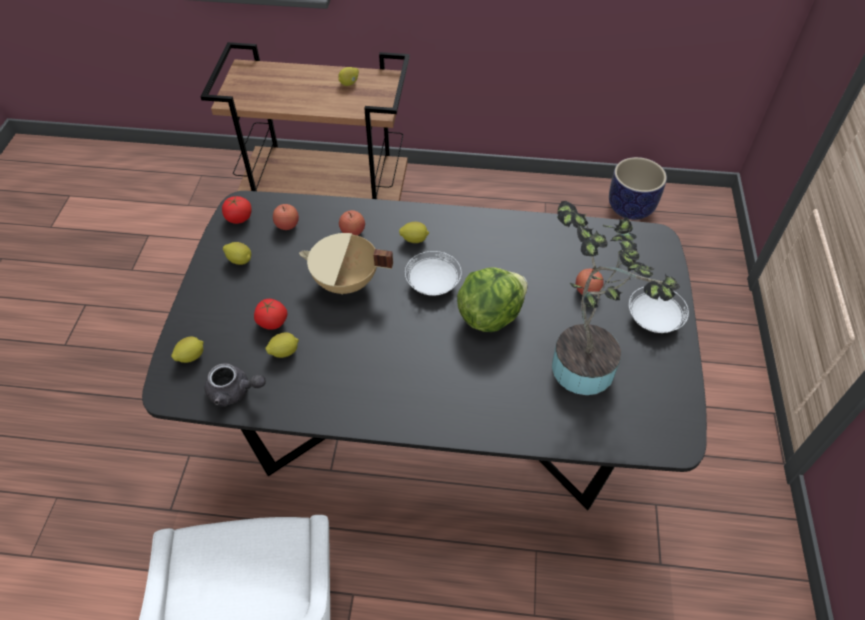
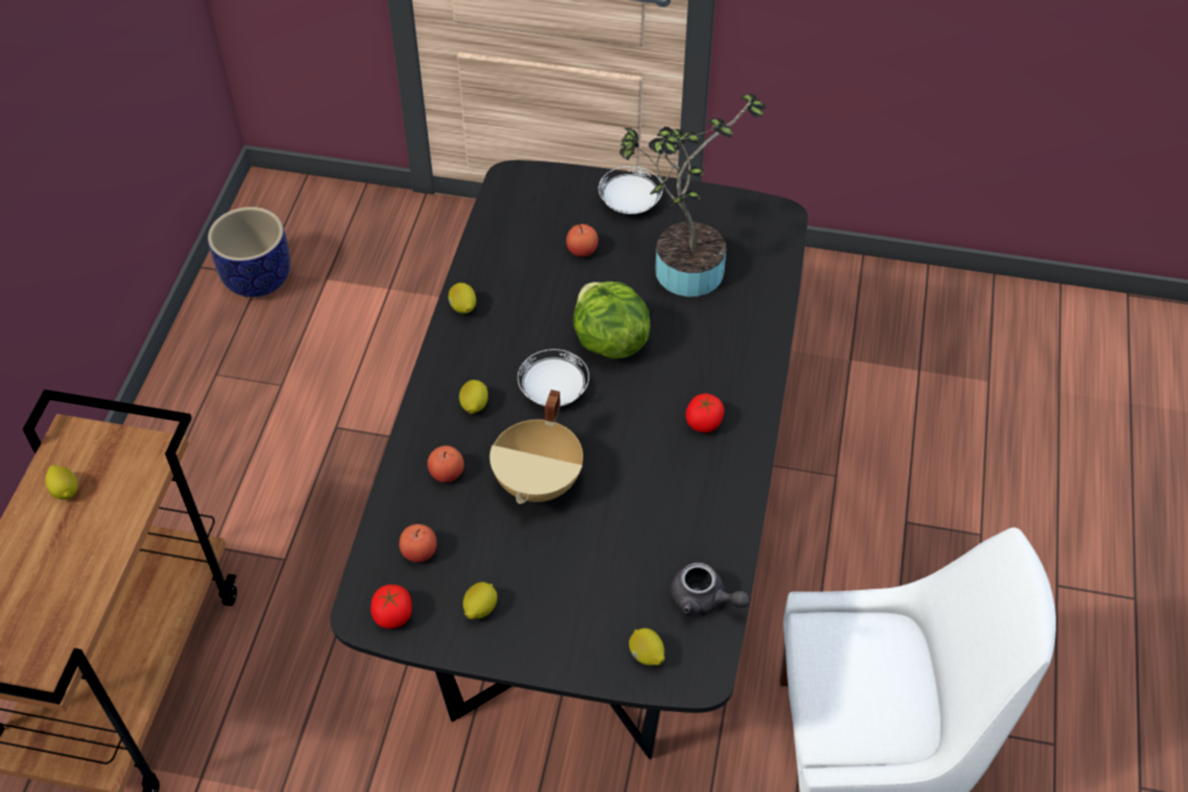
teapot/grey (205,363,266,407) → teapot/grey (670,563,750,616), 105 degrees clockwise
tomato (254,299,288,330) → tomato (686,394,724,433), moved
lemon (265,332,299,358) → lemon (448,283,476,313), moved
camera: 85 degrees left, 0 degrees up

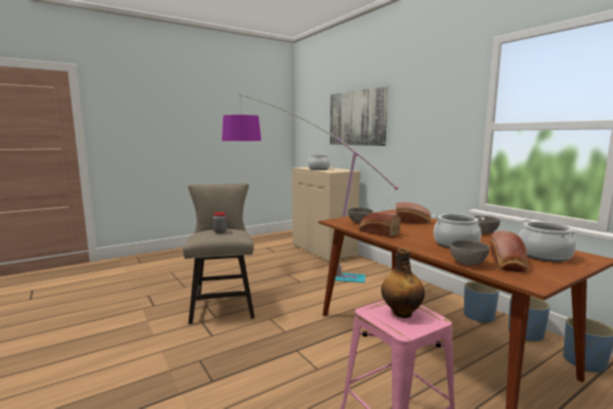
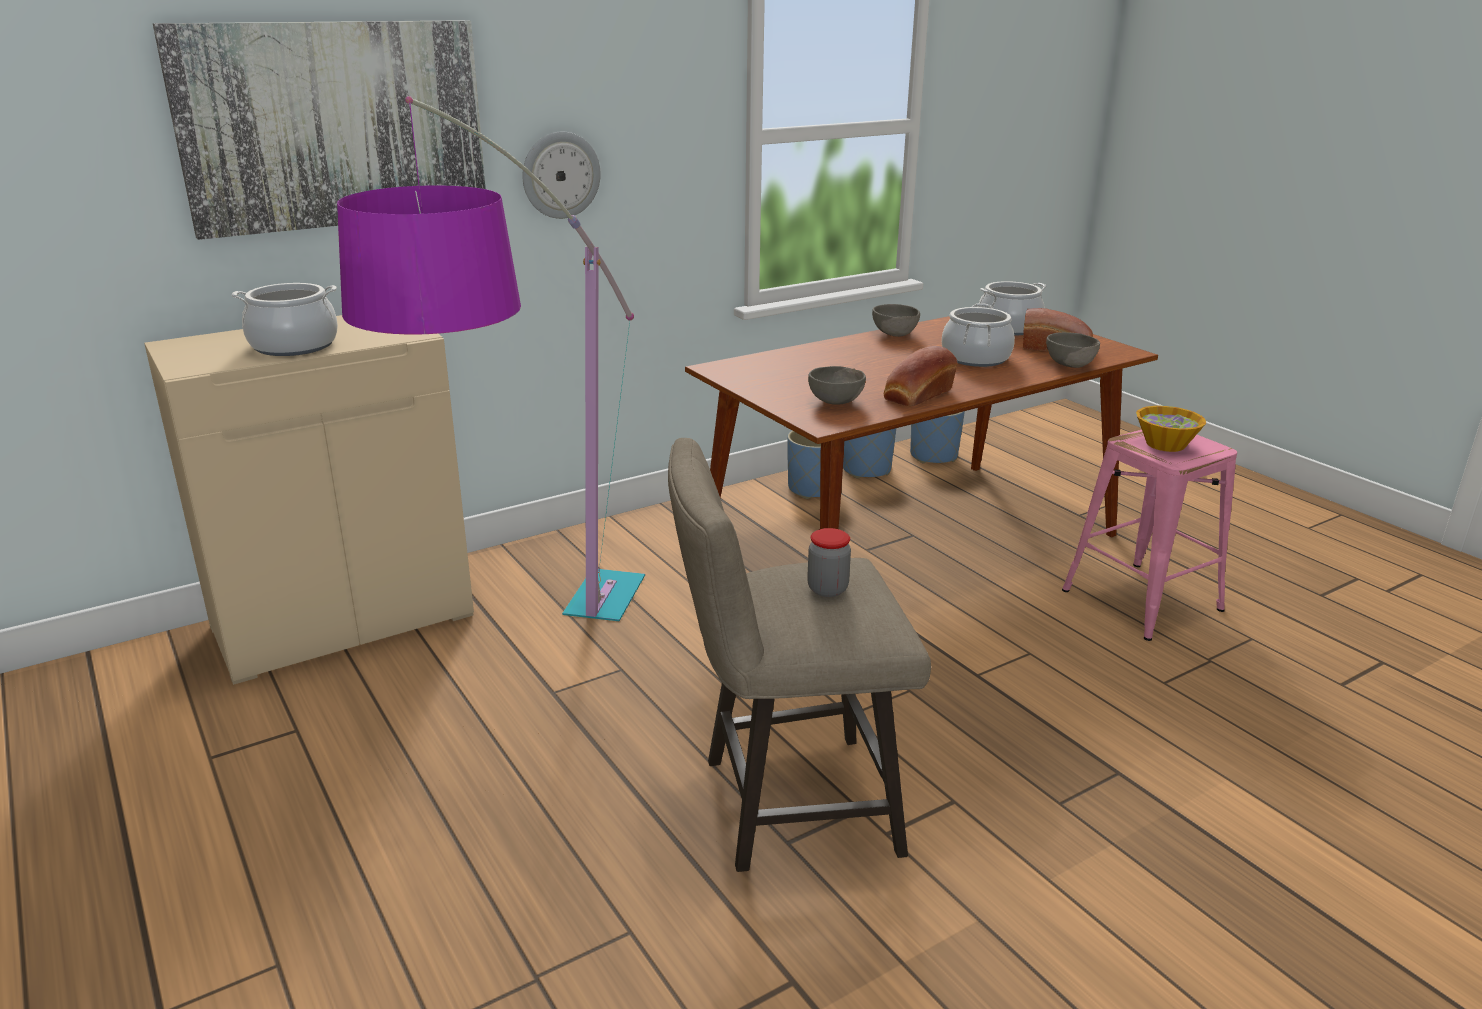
bottle (381,248,425,318) → bowl (1136,406,1206,452)
bread (396,202,431,224) → -
- → wall clock (522,132,601,219)
camera: 90 degrees left, 15 degrees up

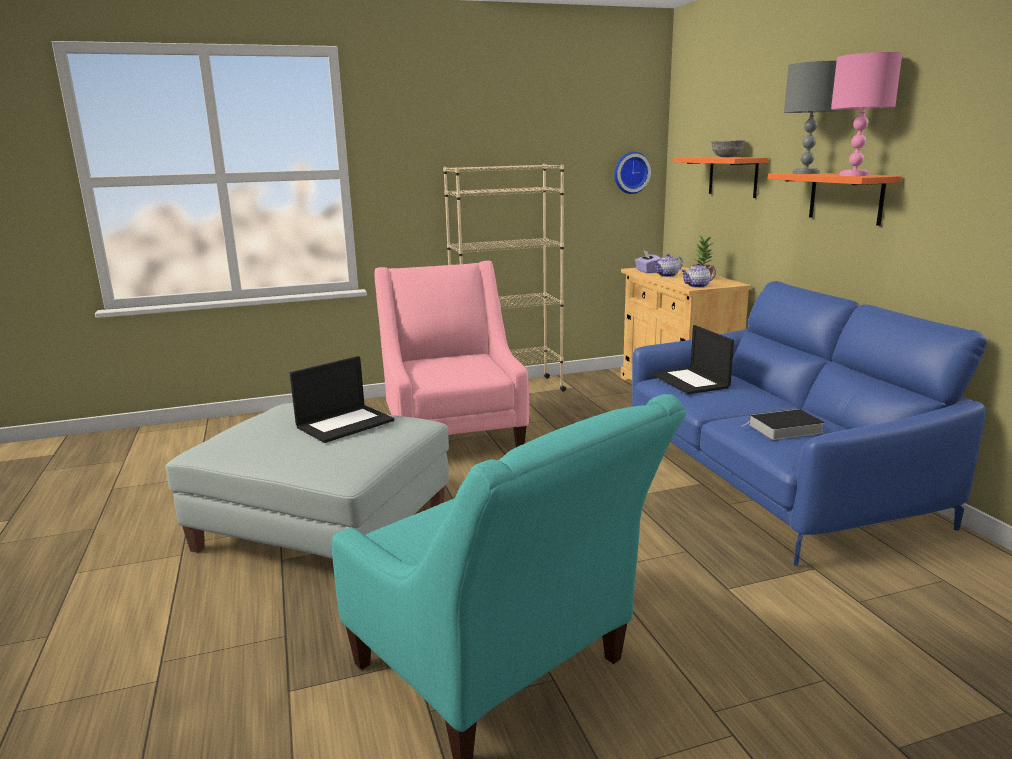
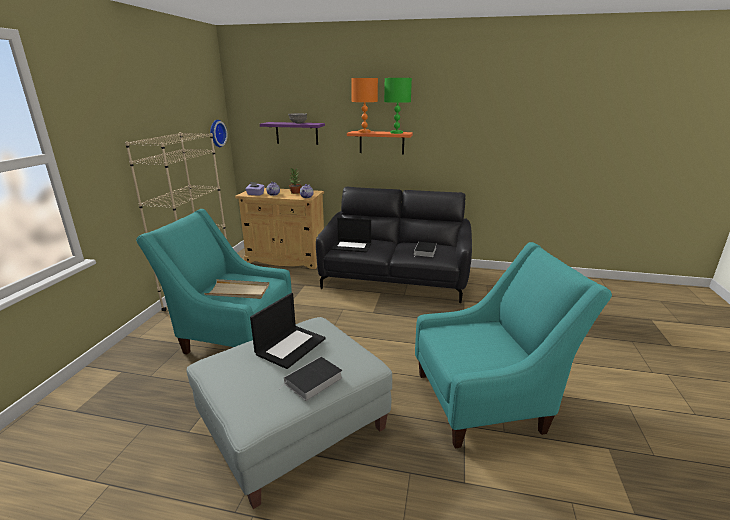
laptop (290,356,394,443) → laptop (250,293,326,369), 45 degrees clockwise
armchair/pink (374,261,529,447) → armchair/turquoise (136,209,292,355)
sofa/blue (632,281,987,566) → sofa/black (316,187,472,303)
shelf/orange (674,157,769,198) → shelf/purple (260,122,325,145)
table lamp/grey (784,61,841,174) → table lamp/orange (351,78,378,133)
table lamp/pink (831,52,902,176) → table lamp/green (384,78,412,134)
- → tray/beige (204,279,269,299)
- → book (278,357,342,401)
camera: 60 degrees left, 5 degrees up

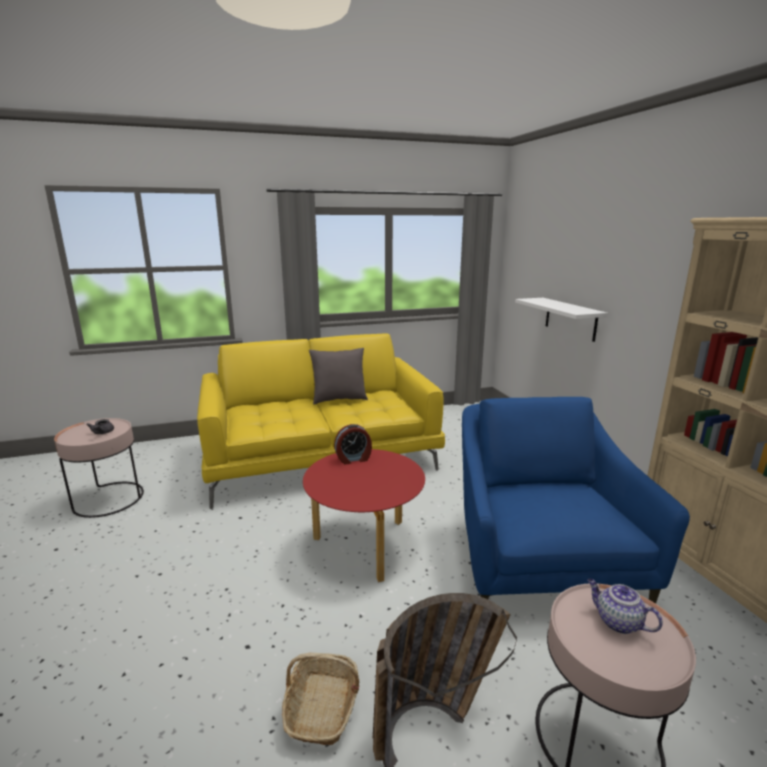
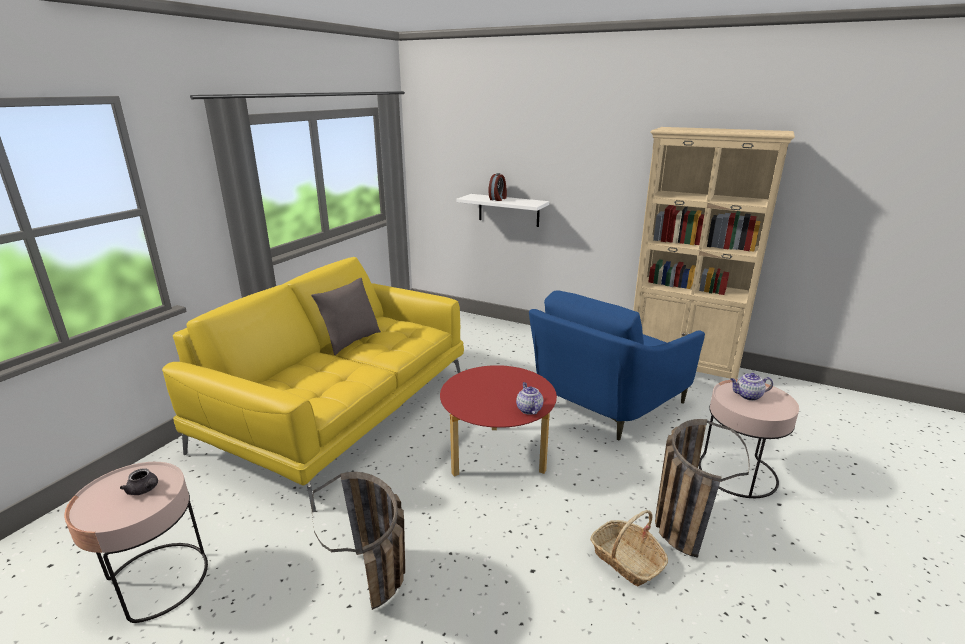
alarm clock (334,424,372,465) → alarm clock (489,173,507,201), moved
armchair/blue (462,397,690,604) → armchair/blue (529,291,705,440), 90 degrees counterclockwise
- → basket (312,472,405,610)
- → teapot (516,382,543,414)
camera: 45 degrees left, 5 degrees up

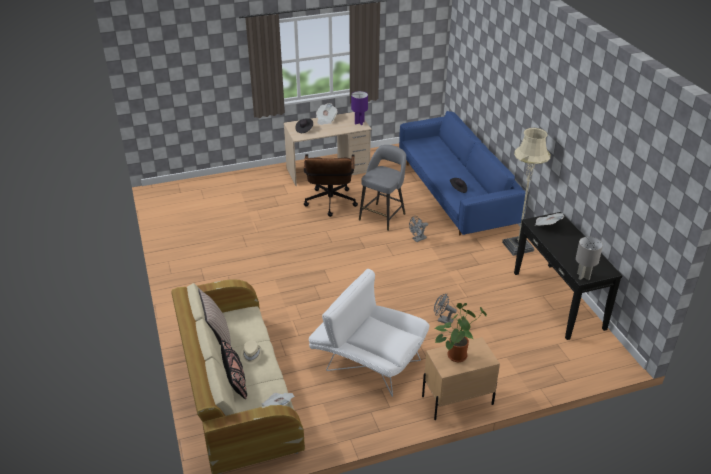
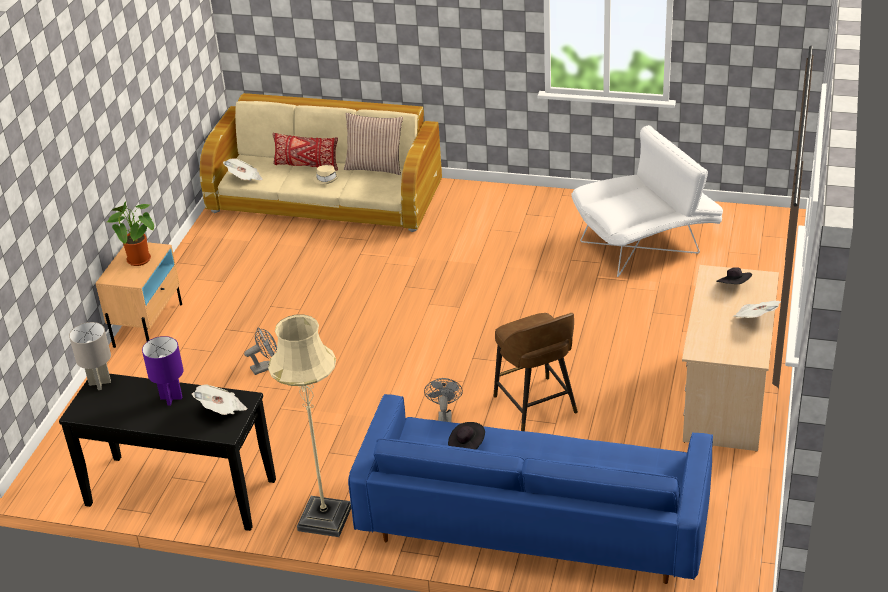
pillow/black (221,339,247,399) → pillow/red (272,133,338,171)
office chair/brown (304,154,358,217) → -
armchair/white (309,269,429,397) → armchair/white (571,125,723,277), moved
table lamp/purple (351,91,368,125) → table lamp/purple (142,336,183,406), moved
stool/grey (359,145,406,231) → stool/brown (494,313,578,431)
camera: 125 degrees right, 0 degrees up

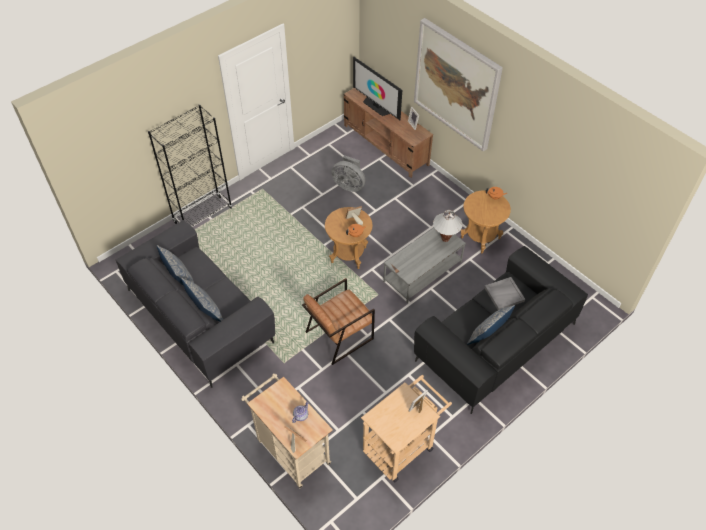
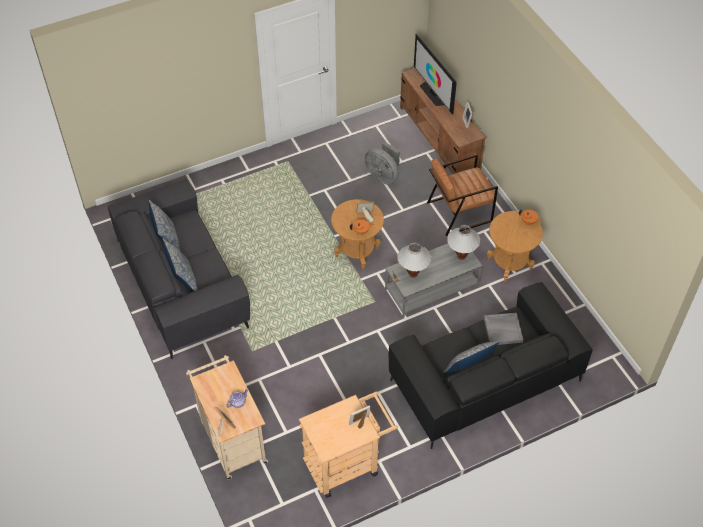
bookcase/black (148,104,232,226) → -
armchair/brown (302,278,375,365) → armchair/brown (427,154,498,236), moved
picture (414,18,503,151) → -
- → table lamp/white (397,243,431,278)
camera: 15 degrees right, 0 degrees up

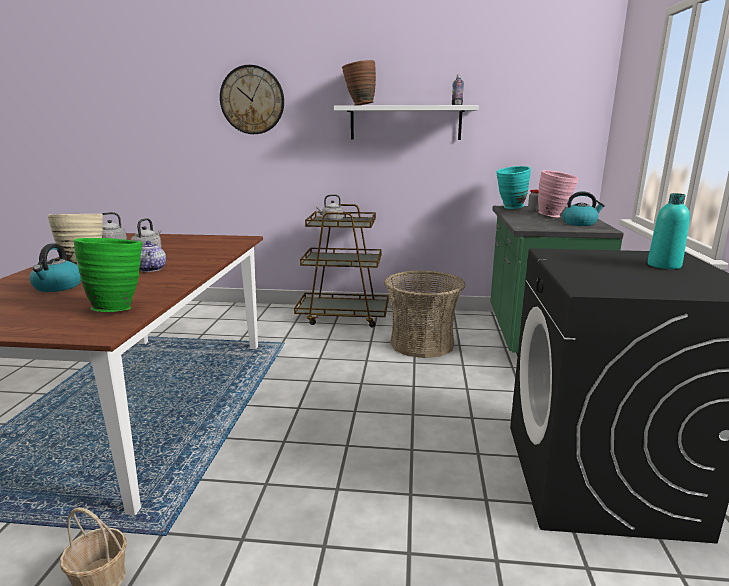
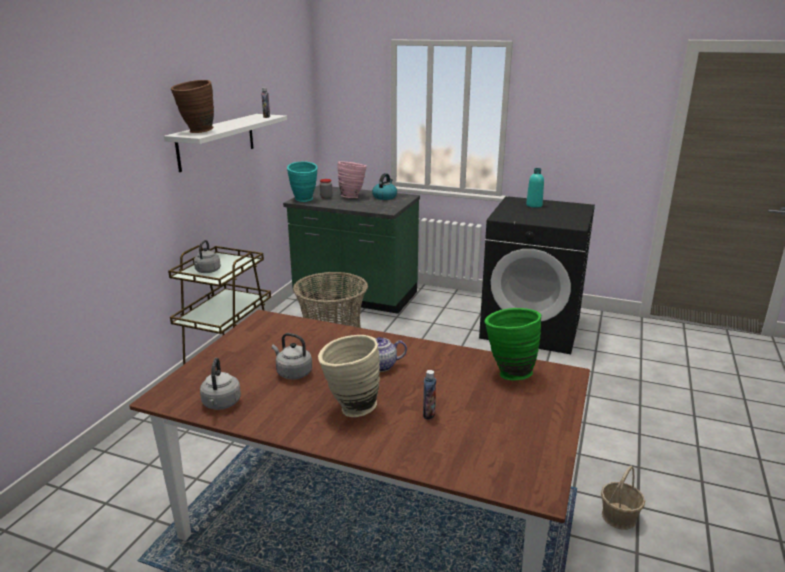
kettle (29,244,81,292) → bottle (423,370,436,420)
wall clock (220,65,284,134) → -
camera: 75 degrees left, 5 degrees up

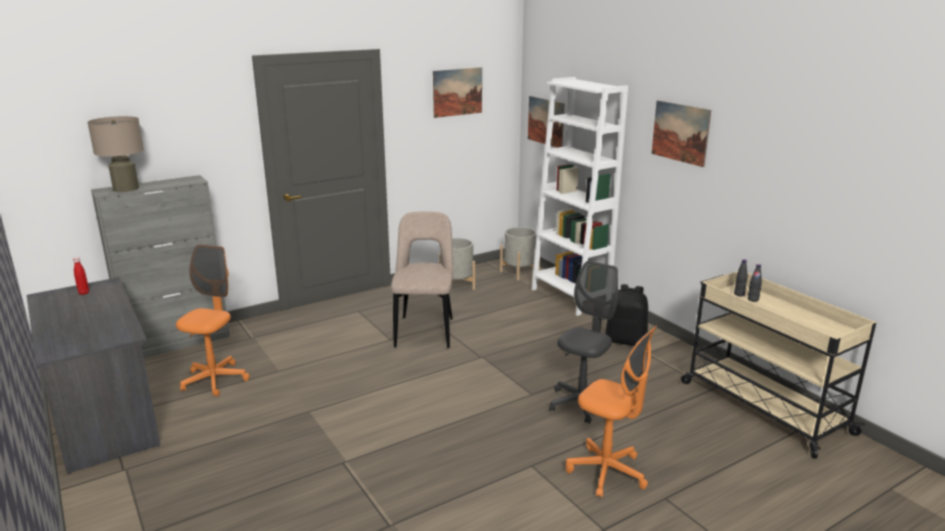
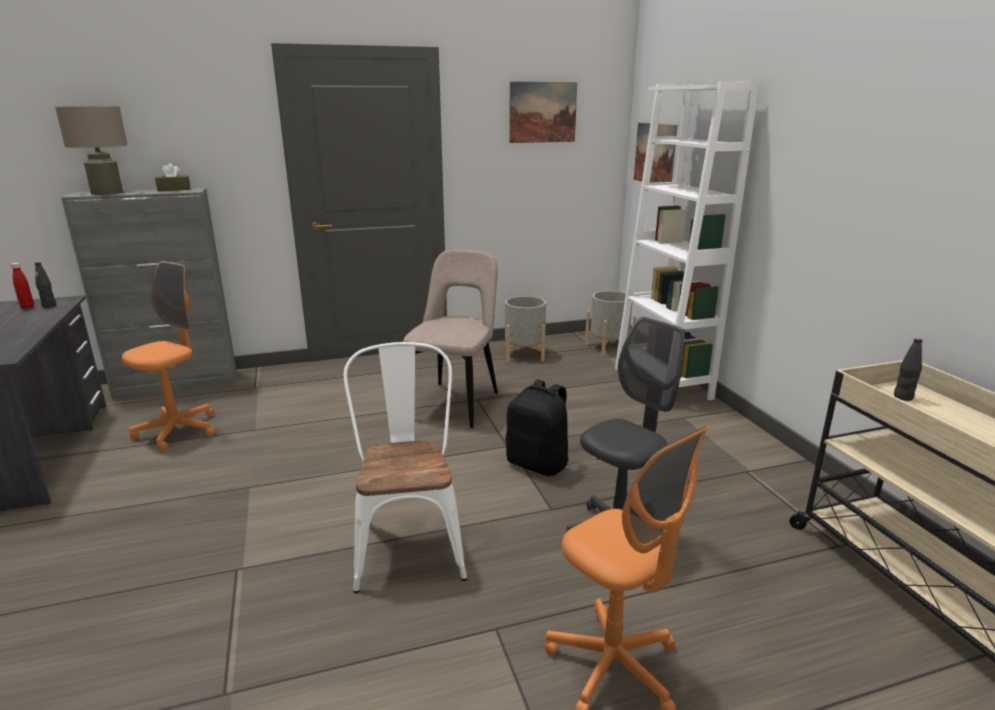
backpack/black (606,284,648,346) → backpack/black (505,379,569,476), moved
picture (651,100,711,167) → -
bottle/black (748,264,762,302) → bottle/black (35,262,56,308), moved
- → tissue box/brown (155,163,190,191)
- → chair/white (344,342,467,593)
camera: 15 degrees right, 0 degrees up

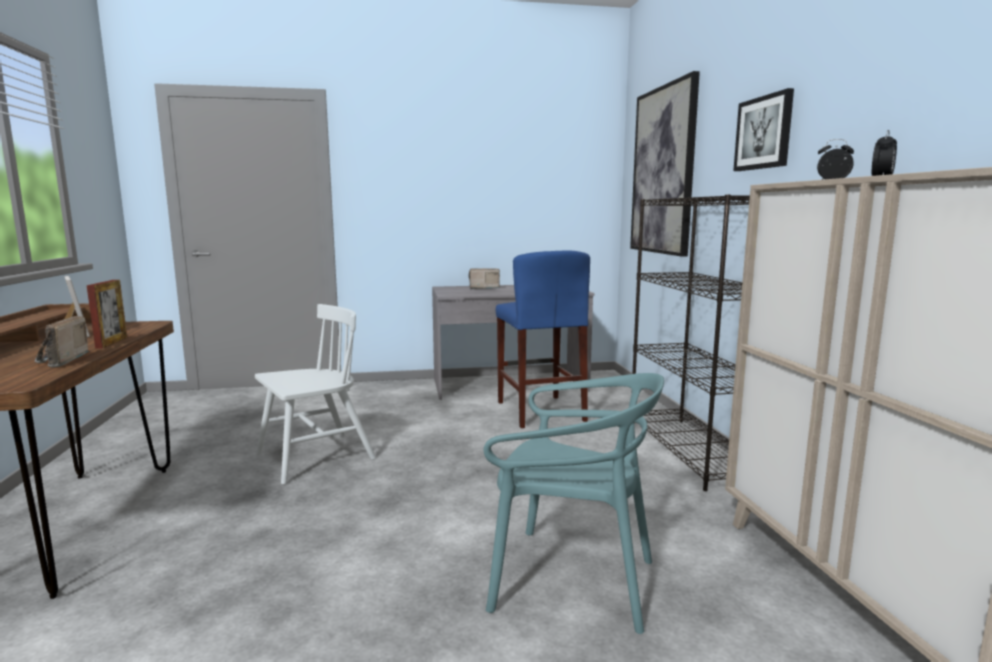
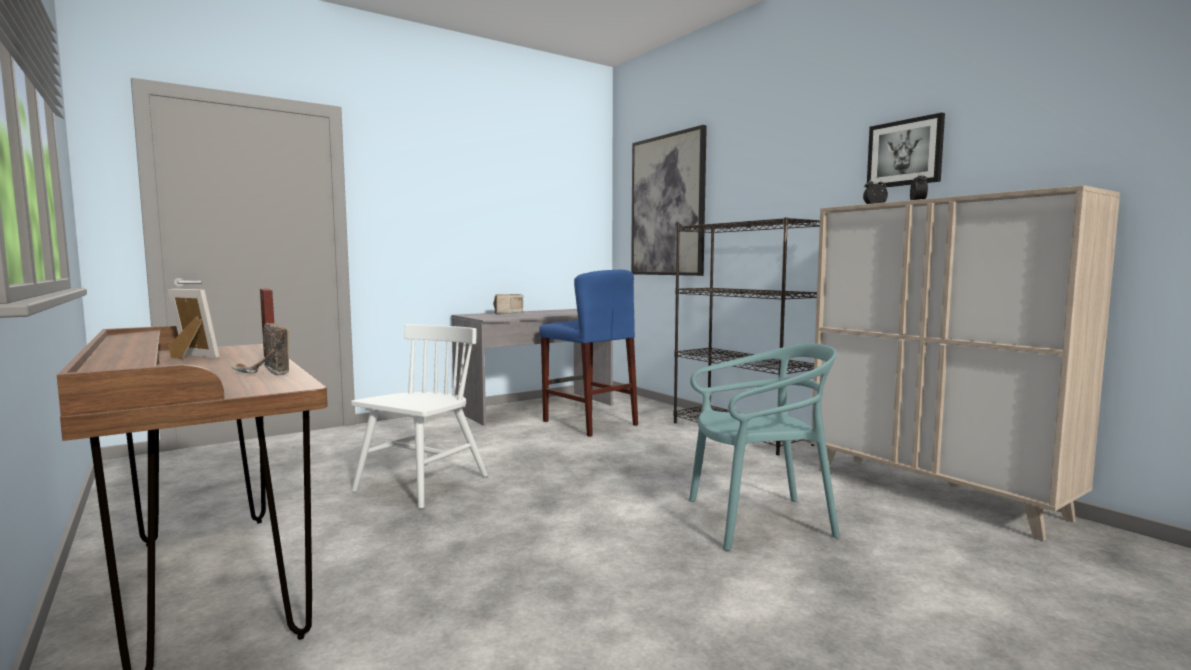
picture (733,88,794,171) → picture (866,113,945,189), moved
camera: 25 degrees left, 5 degrees down

